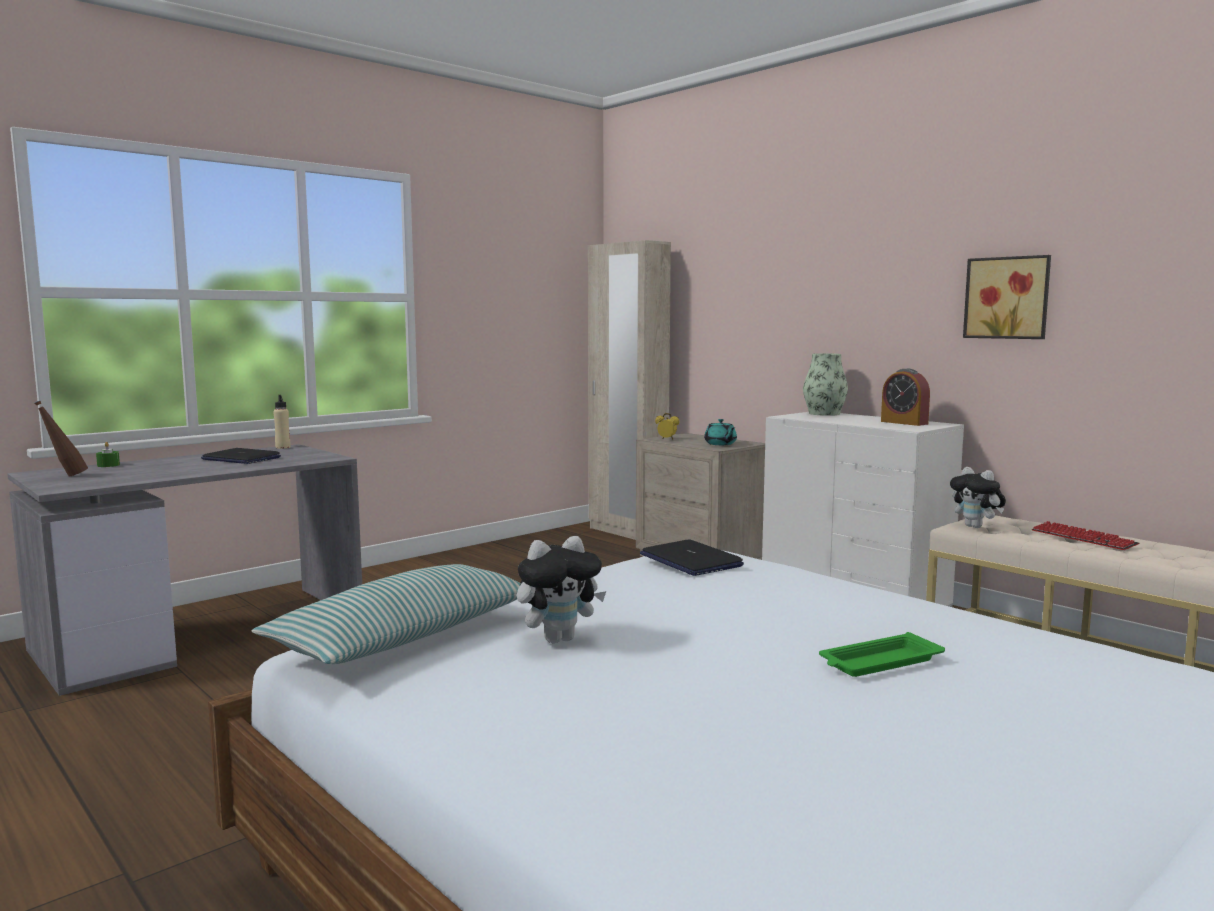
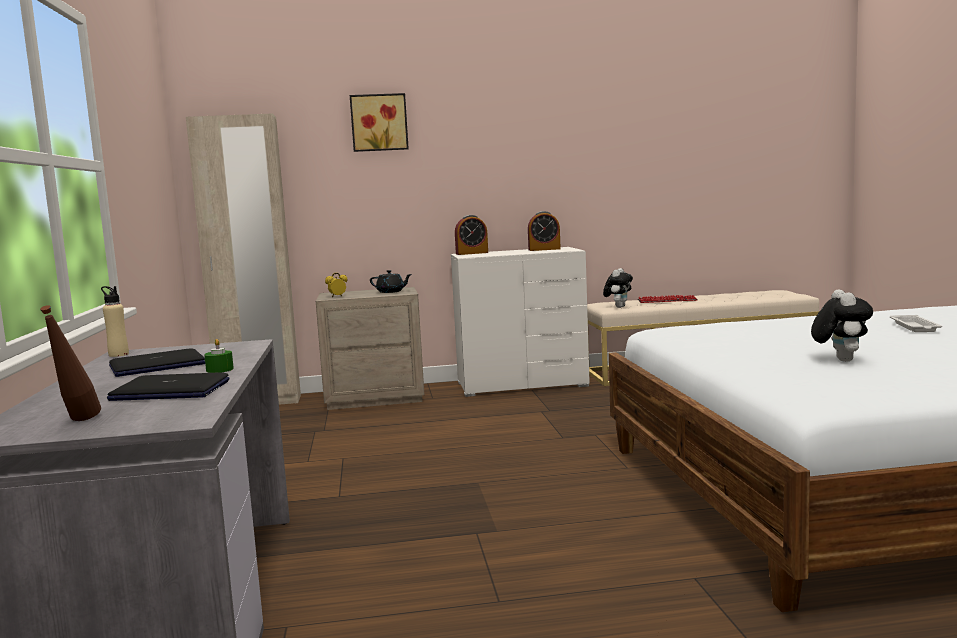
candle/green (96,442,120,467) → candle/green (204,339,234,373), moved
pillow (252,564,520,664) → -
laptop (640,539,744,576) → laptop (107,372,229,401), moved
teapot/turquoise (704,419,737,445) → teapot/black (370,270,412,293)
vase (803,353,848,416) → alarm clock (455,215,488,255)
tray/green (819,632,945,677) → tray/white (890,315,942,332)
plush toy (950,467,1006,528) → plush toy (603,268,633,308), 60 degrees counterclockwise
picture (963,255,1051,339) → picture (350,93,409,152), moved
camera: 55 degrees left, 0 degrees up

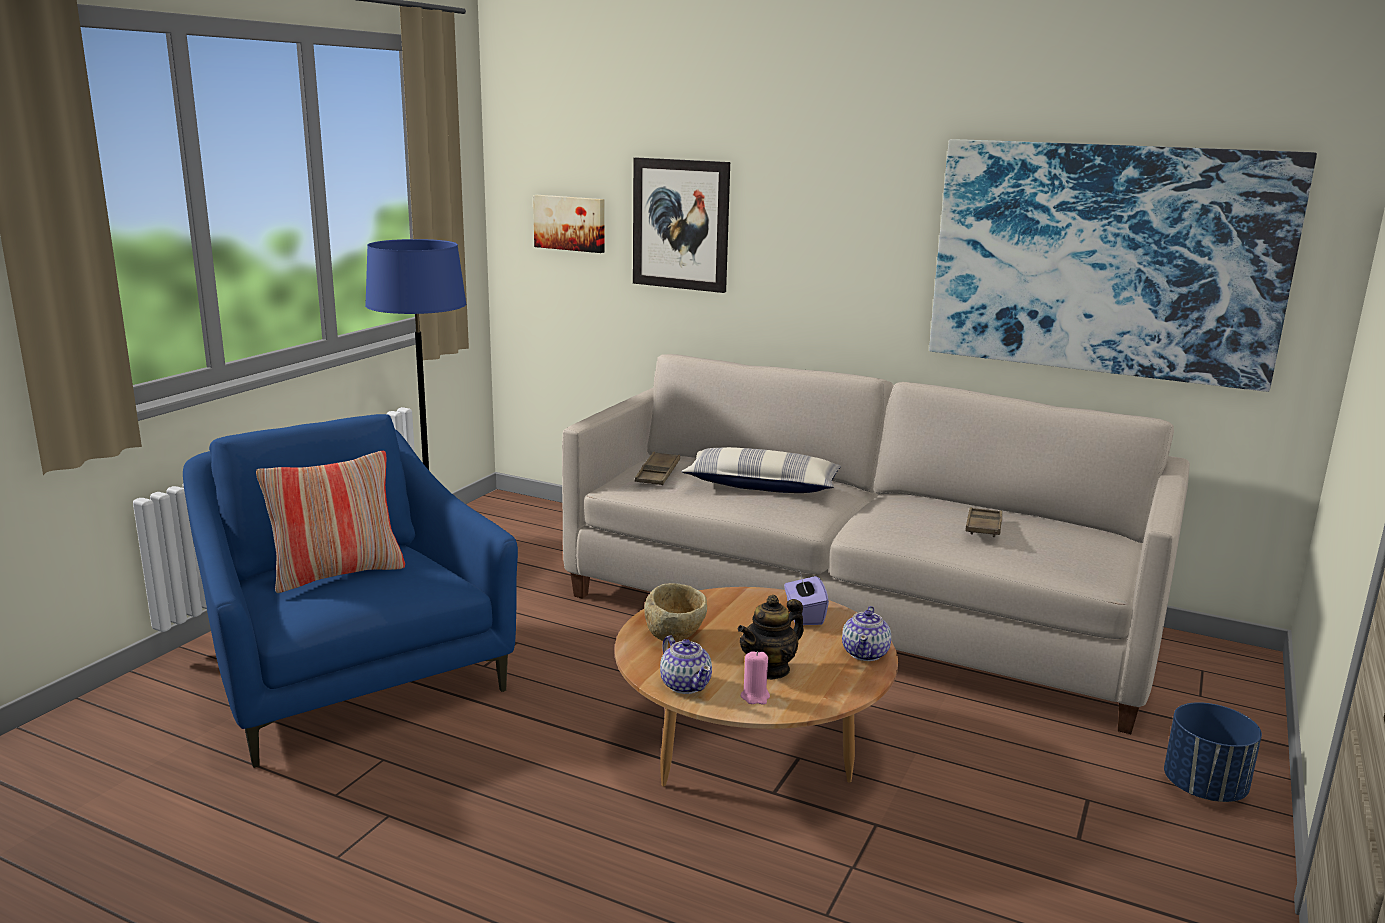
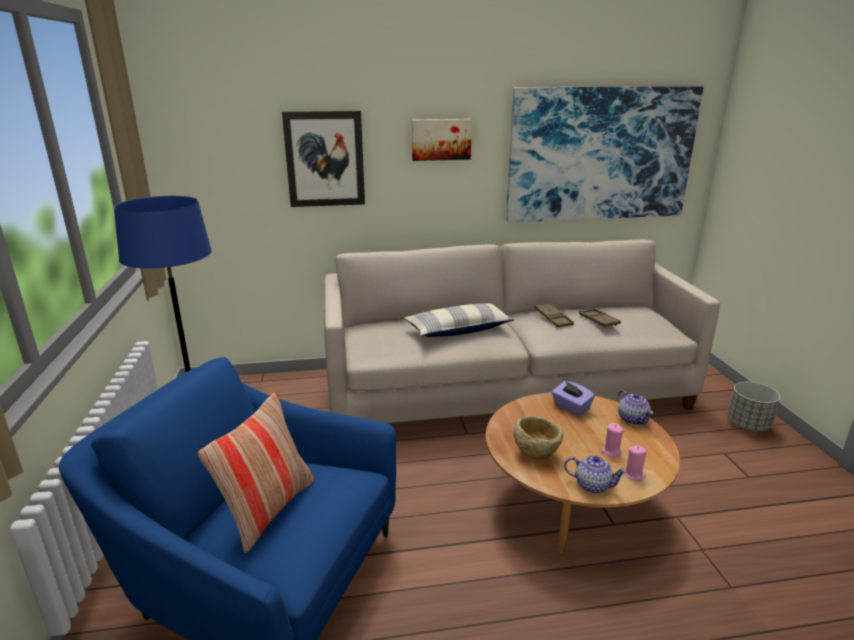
picture (533,195,605,253) → picture (412,119,472,161), moved
tray/brown (635,452,680,485) → tray/brown (534,303,574,327), moved
teapot (738,595,804,680) → candle/pink (601,423,624,457)
planter/blue (1164,702,1262,802) → planter/grey (727,382,780,431)
camera: 35 degrees left, 5 degrees up

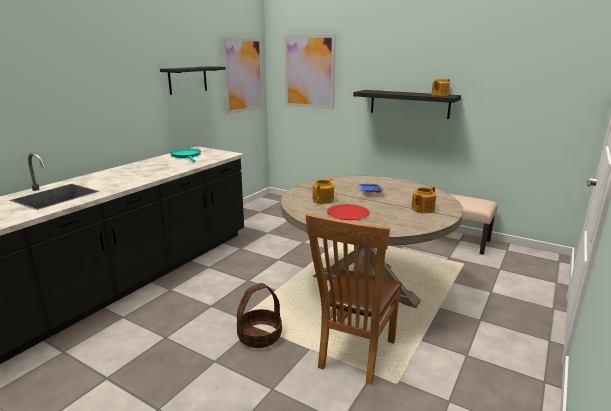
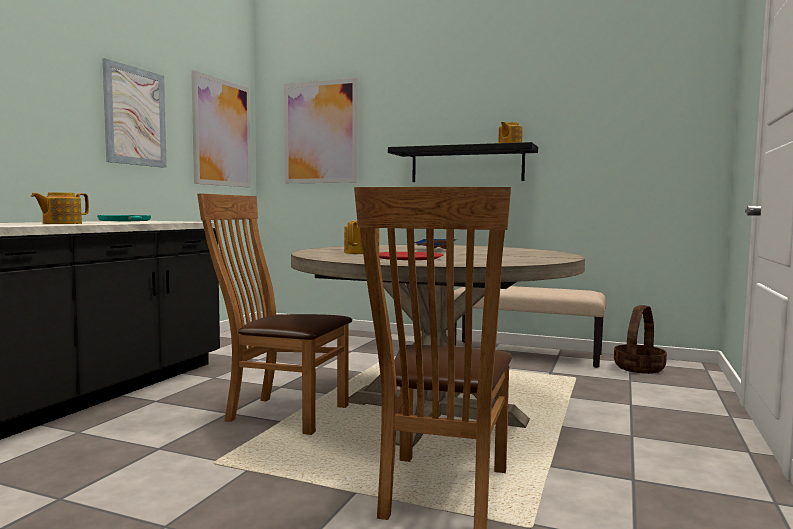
shelf/black (160,66,226,95) → picture (103,58,167,168)
basket (237,283,282,348) → basket (614,305,667,374), moved
teapot (412,186,436,213) → teapot (31,192,89,224), moved
- → chair/brown (197,193,352,435)
camera: 10 degrees left, 15 degrees down

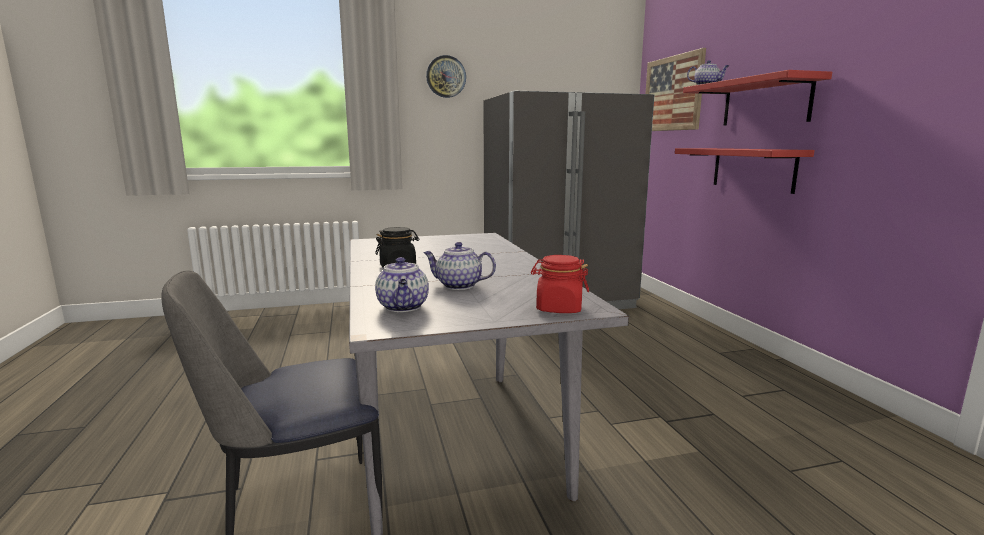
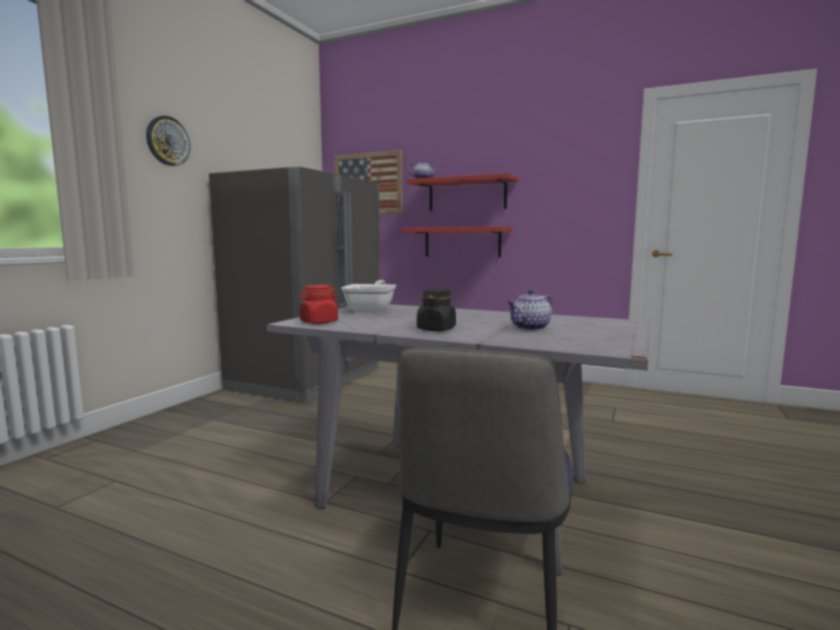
teapot (375,257,429,312) → -
jar/red (531,255,589,313) → jar/red (298,285,338,324), moved
- → frying pan (341,280,396,313)
camera: 50 degrees left, 5 degrees down

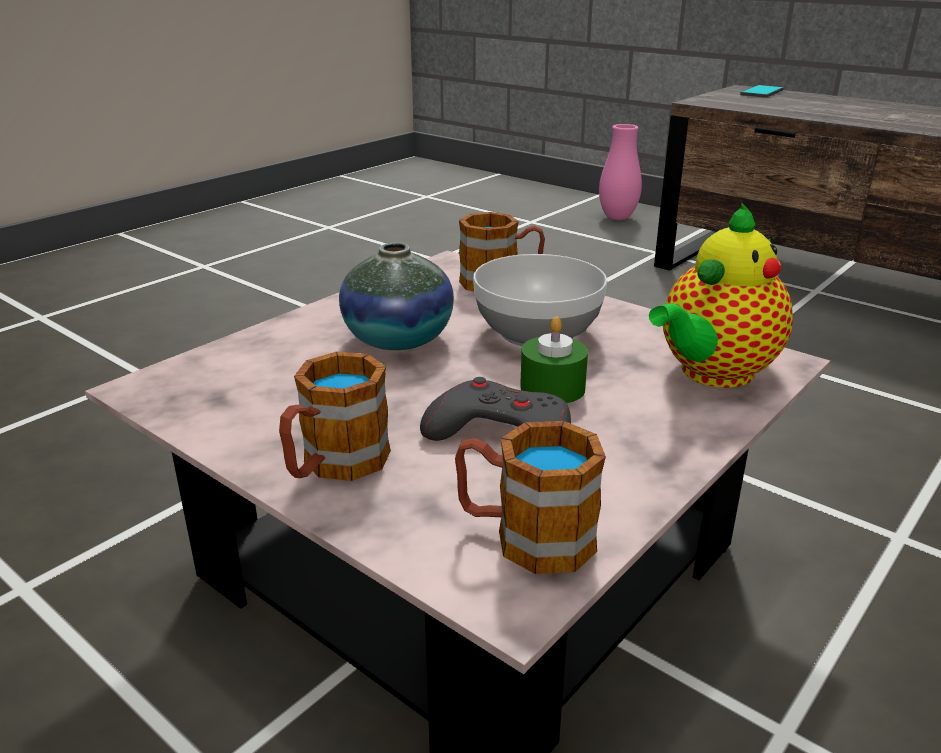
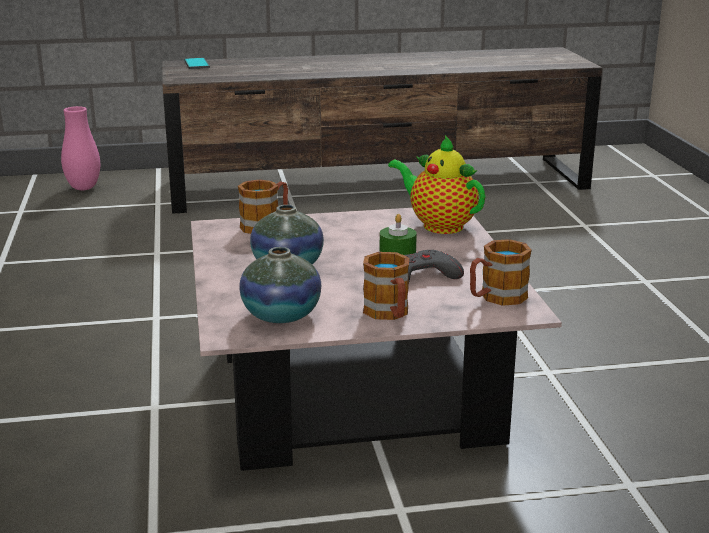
bowl (473,254,607,346) → -
teapot (649,202,793,388) → teapot (388,135,485,234), 135 degrees clockwise
- → vase (239,247,321,323)
camera: 50 degrees left, 5 degrees down

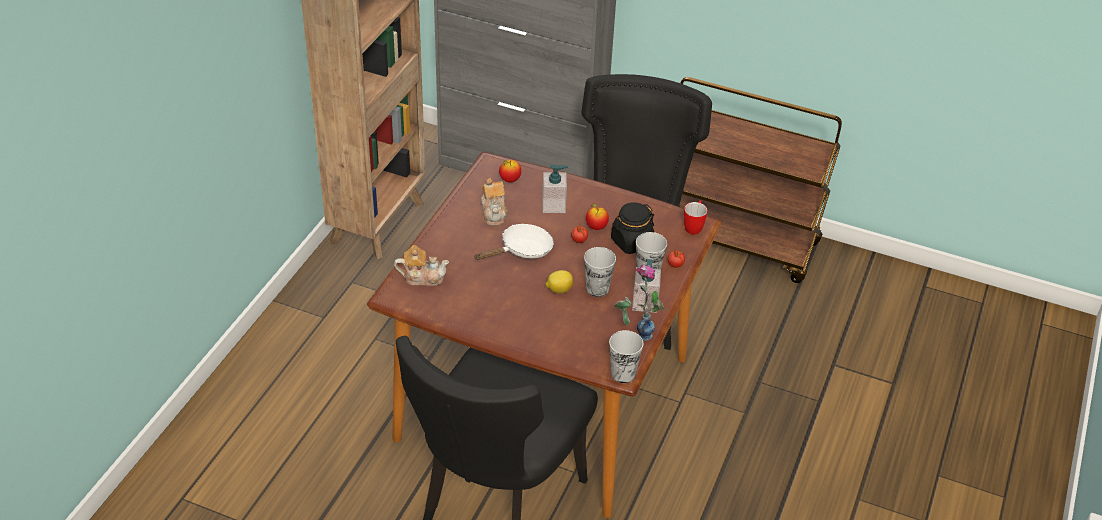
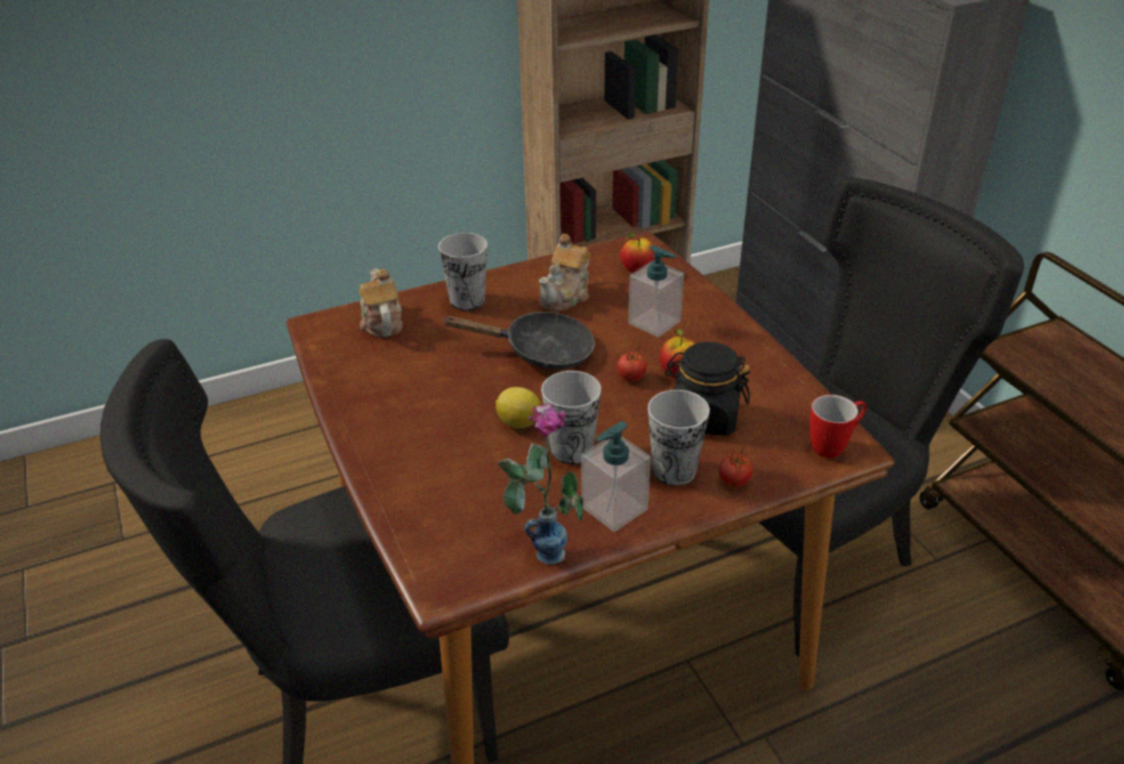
teapot (394,245,449,286) → teapot (359,268,403,337), 150 degrees counterclockwise
frying pan/white (474,224,554,260) → frying pan/black (442,312,595,370)
cup (609,330,643,383) → cup (438,233,487,311), moved
camera: 45 degrees right, 5 degrees down

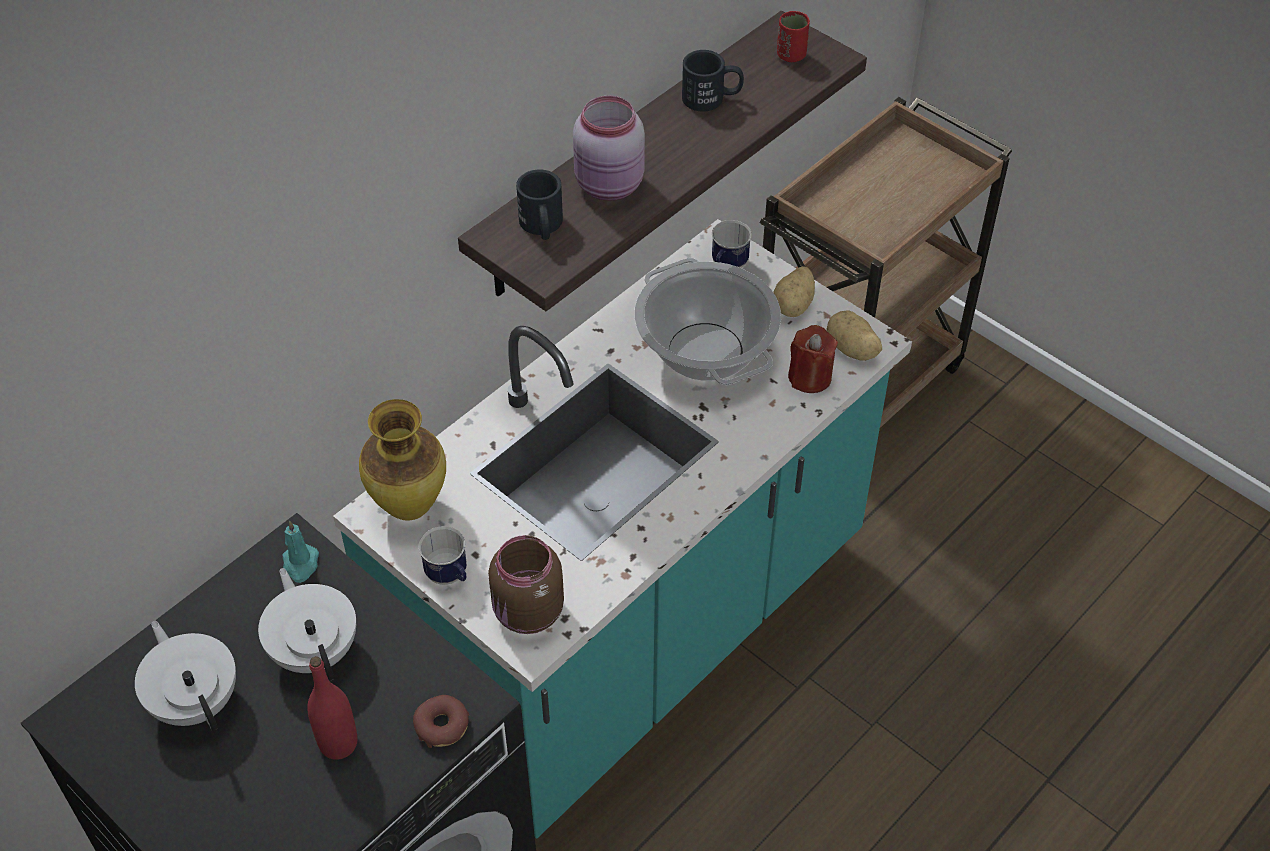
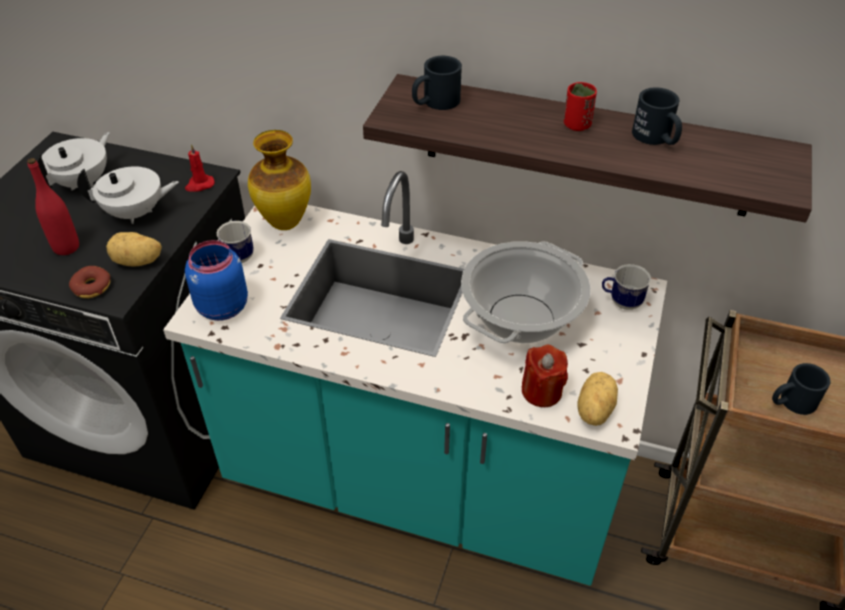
teapot/white (258,568,356,681) → teapot/white (77,166,179,224), 45 degrees clockwise
candle/turquoise (282,520,319,583) → candle/red (185,144,215,192)
jar/brown (488,535,564,634) → jar/blue (185,240,248,321)
jar/pink (573,96,645,201) → -
potato (773,266,815,317) → potato (106,232,162,267), moved
cup/red (777,11,810,62) → cup/red (564,82,597,131), moved
- → mug/black (772,363,831,415)
camera: 65 degrees right, 5 degrees down

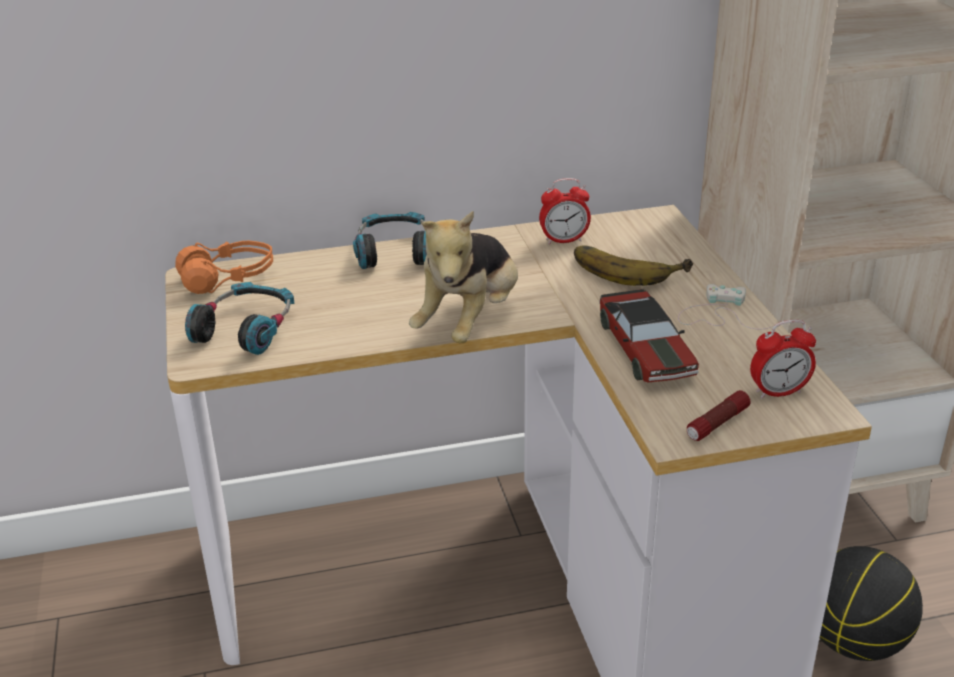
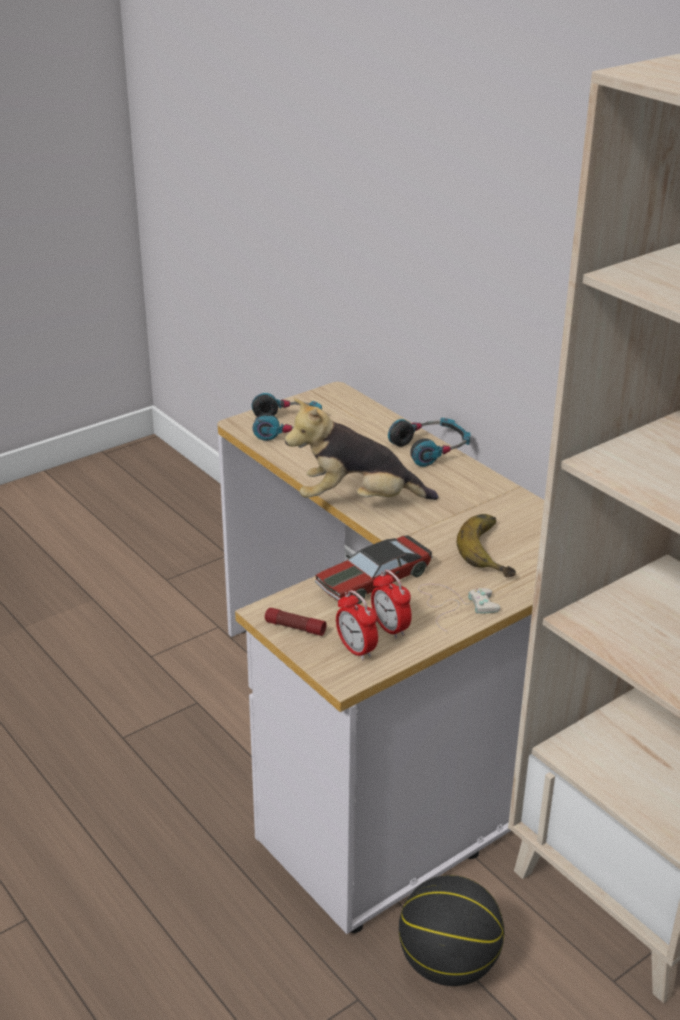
headphones/orange (175,241,273,294) → -
alarm clock (539,178,591,244) → alarm clock (371,570,412,639), moved
camera: 65 degrees right, 0 degrees up

